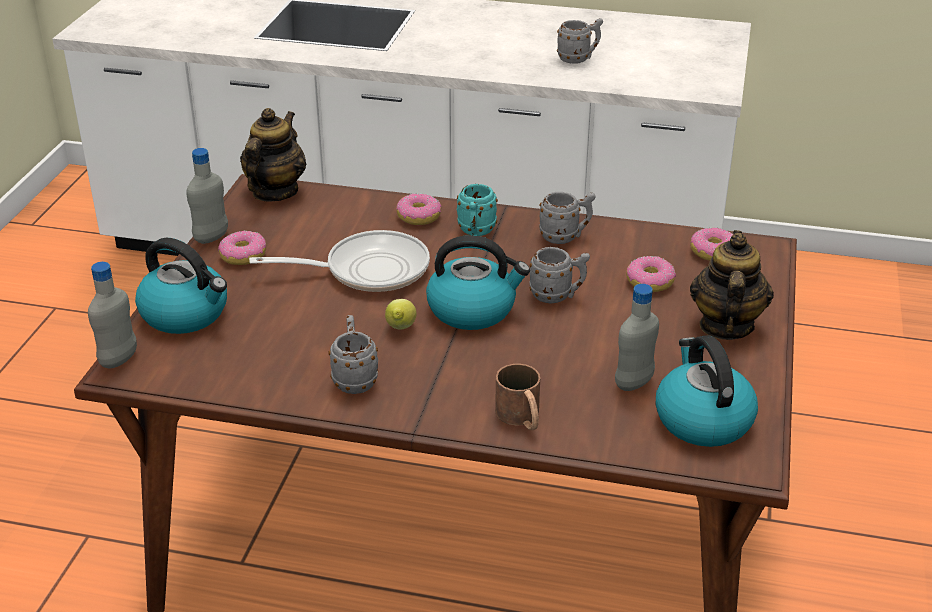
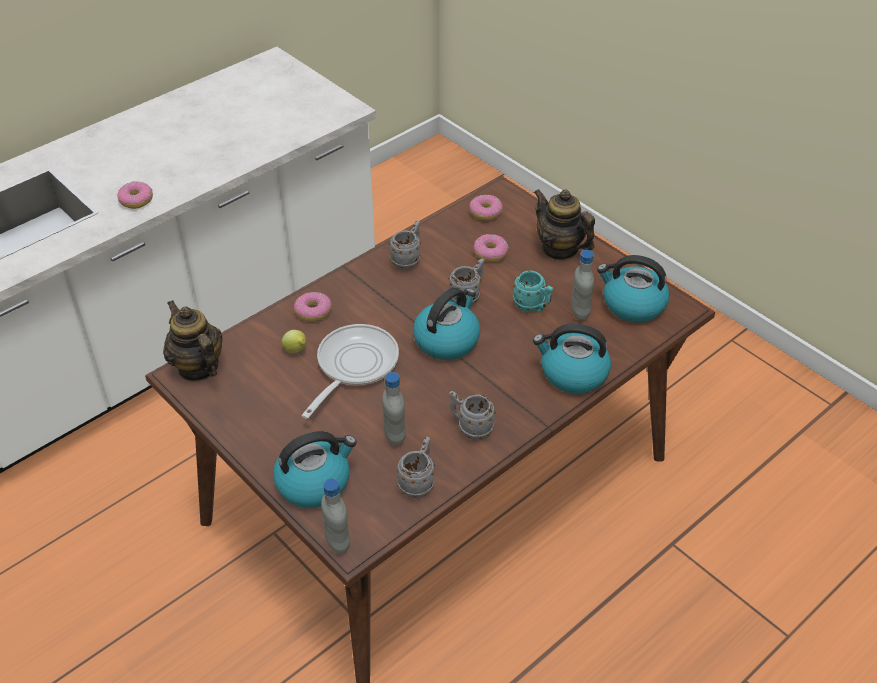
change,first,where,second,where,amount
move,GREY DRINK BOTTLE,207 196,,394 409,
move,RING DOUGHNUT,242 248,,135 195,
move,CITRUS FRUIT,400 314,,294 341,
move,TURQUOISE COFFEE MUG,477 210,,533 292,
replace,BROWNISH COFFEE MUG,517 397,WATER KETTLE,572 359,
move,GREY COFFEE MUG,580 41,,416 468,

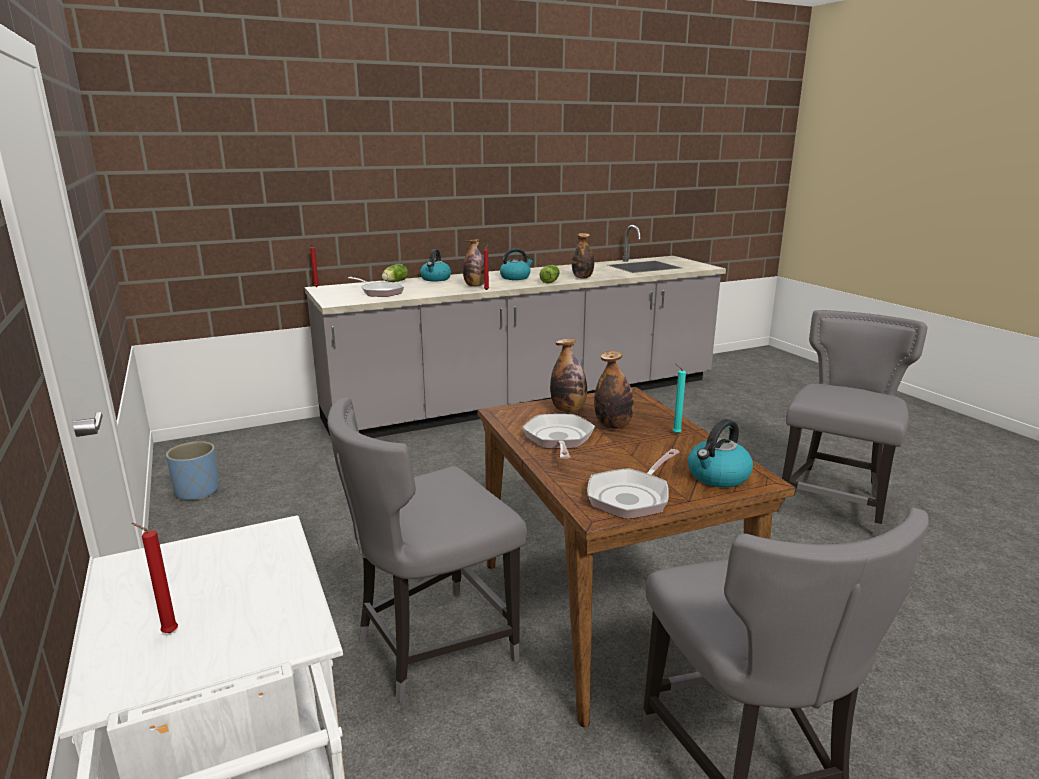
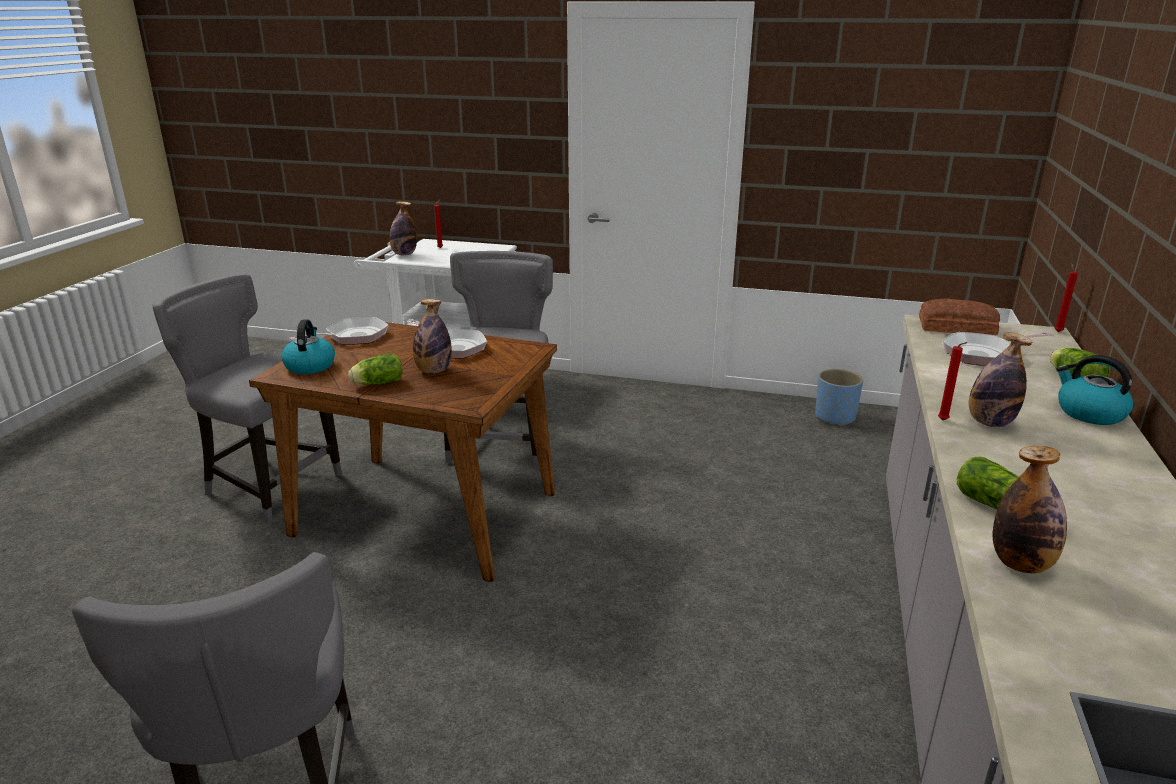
change,first,where,second,where,amount
delete,WATER KETTLE,517 264,,,
move,DRINK BOTTLE,568 375,,403 228,
rotate,PAN,633 484,,339 331,60 degrees clockwise
replace,TURQUOISE WAX CANDLE,679 399,LETTUCE,375 369,
insert,,,BAKED BREAD,959 317,

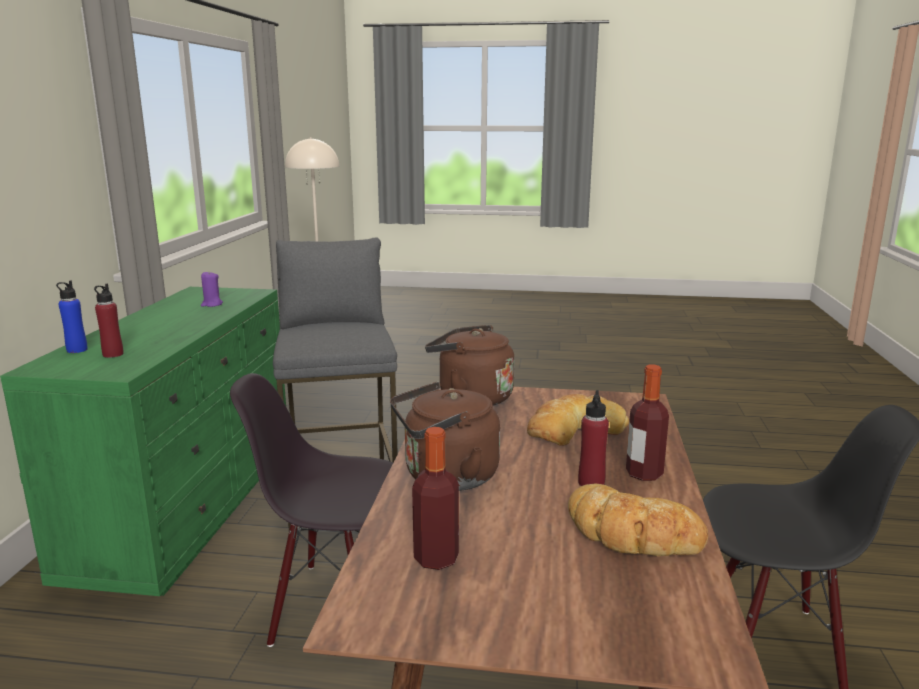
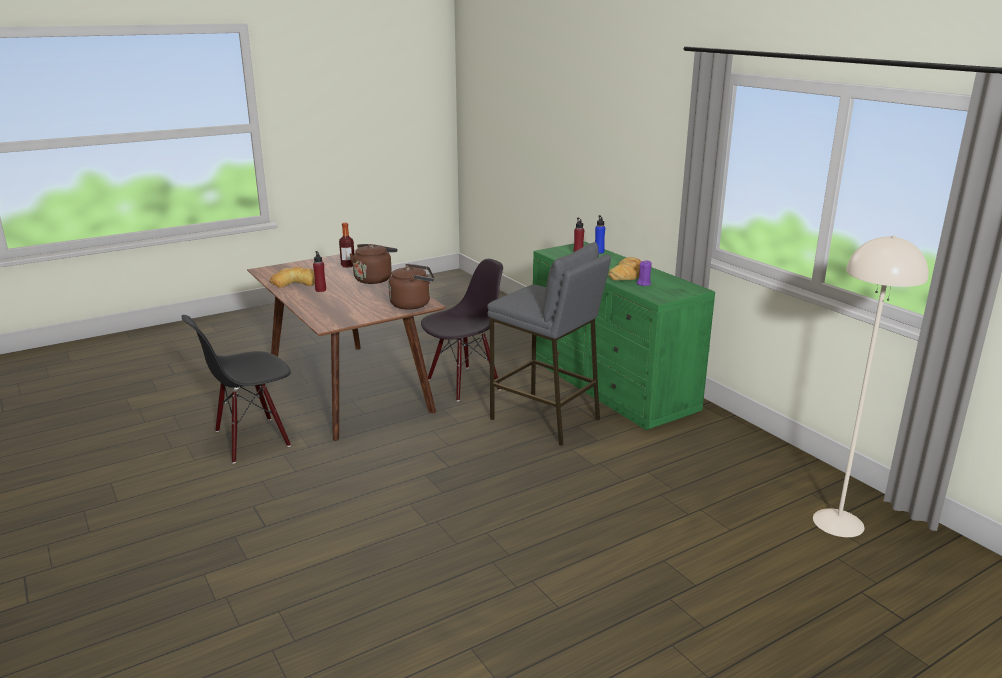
change,first,where,second,where,amount
move,BAKED BREAD,578 420,,624 268,
delete,DRINK BOTTLE,647 423,,,

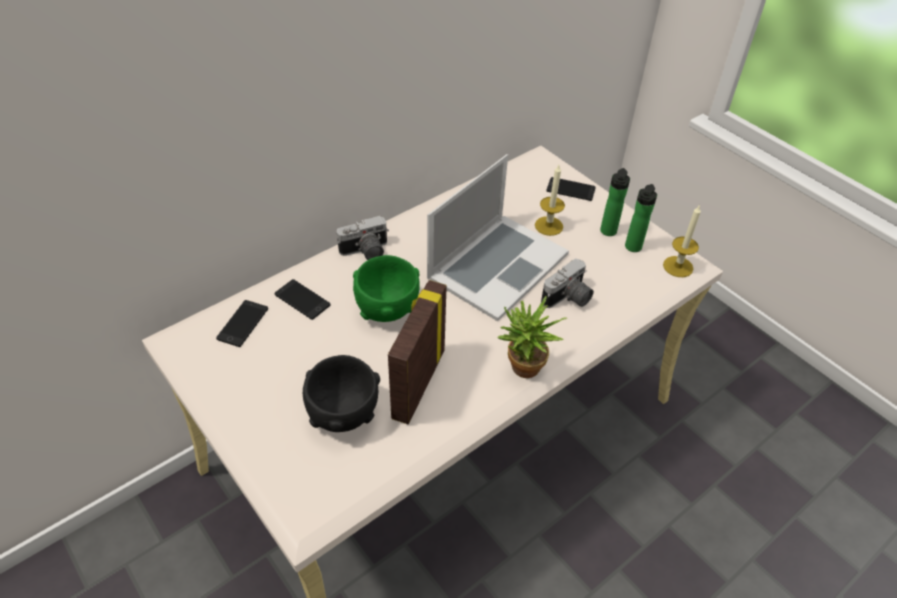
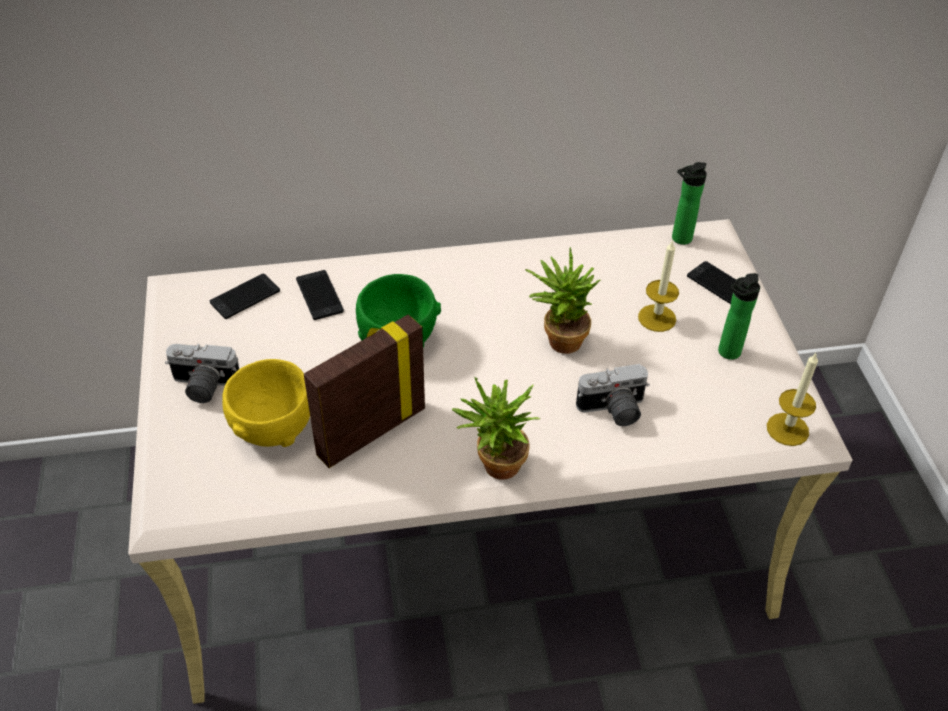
change,first,where,second,where,amount
recolor,BLACKISH SERVING BOWL,341 393,YELLOWISH SERVING BOWL,266 403,
move,STILL CAMERA,363 238,,202 373,
replace,LAPTOP,498 237,PLANT IN A POT,562 300,
move,DRINK BOTTLE,641 218,,689 203,

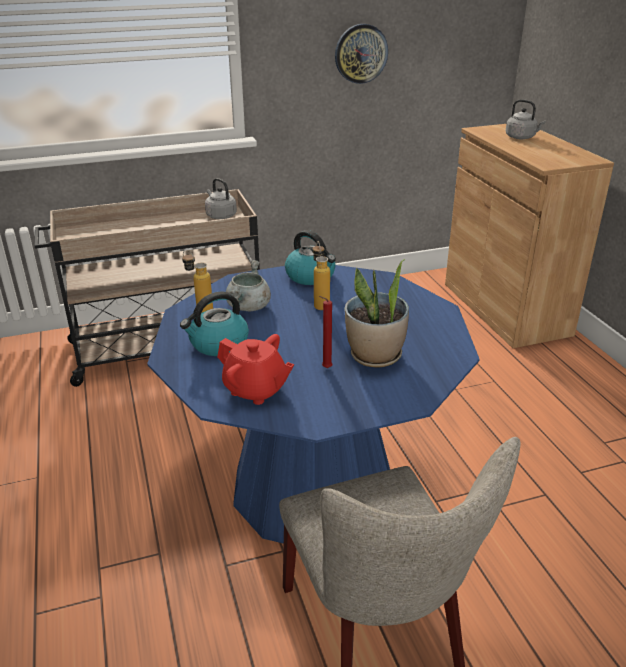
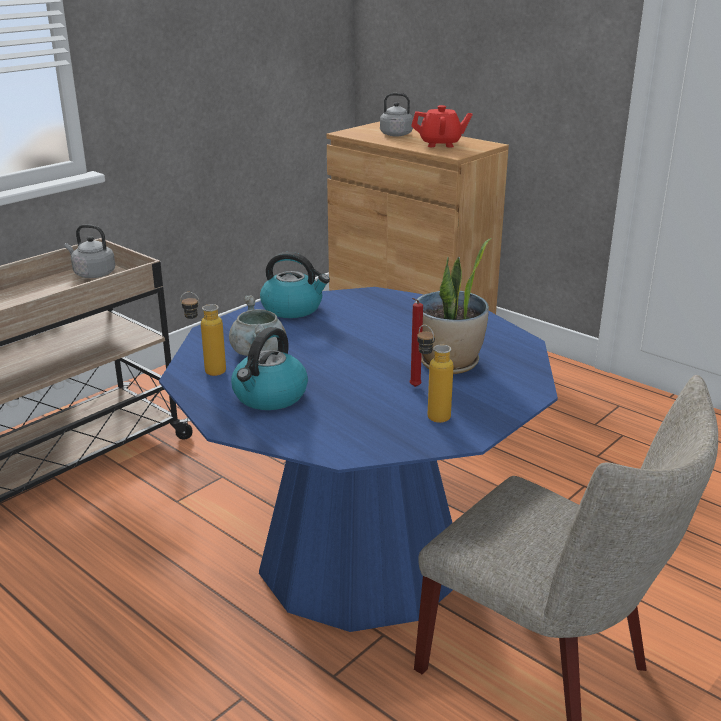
change,first,where,second,where,amount
move,REDDISH POT FOR TEA,255 369,,442 126,
move,DRINK BOTTLE,321 275,,435 374,
delete,HANGING CLOCK,361 54,,,

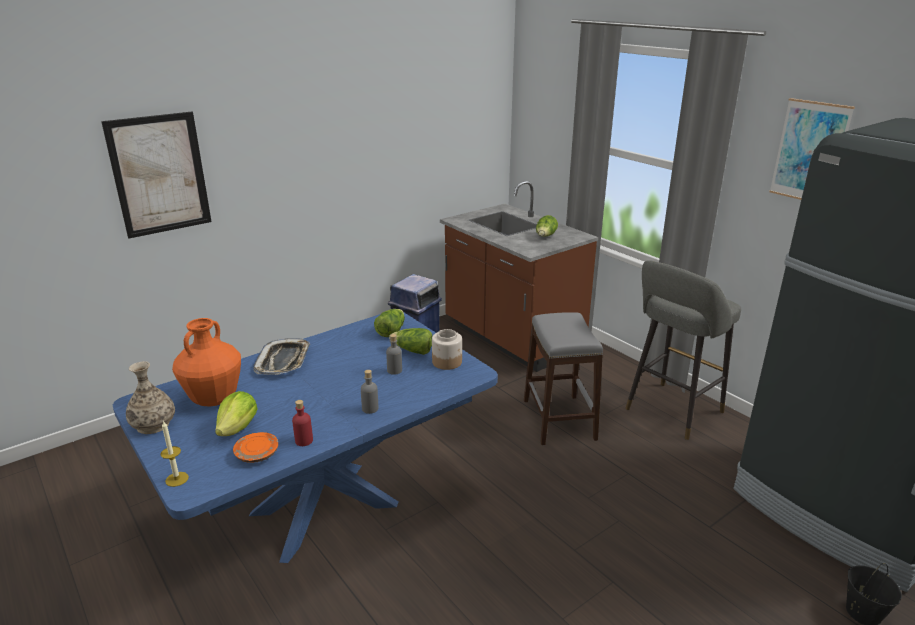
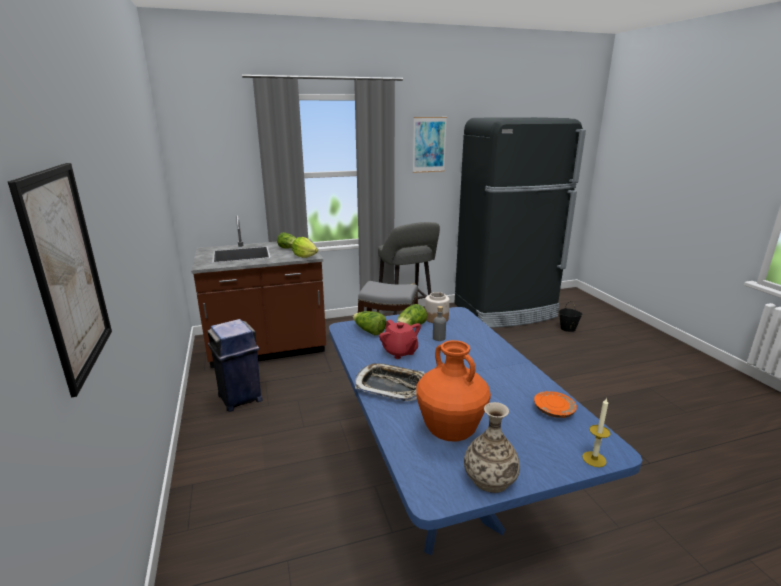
change,first,where,second,where,amount
move,LETTUCE,236 413,,305 247,
delete,REDDISH DRINK BOTTLE,302 423,,,
delete,GREY DRINK BOTTLE,369 392,,,
insert,,,REDDISH POT FOR TEA,400 339,

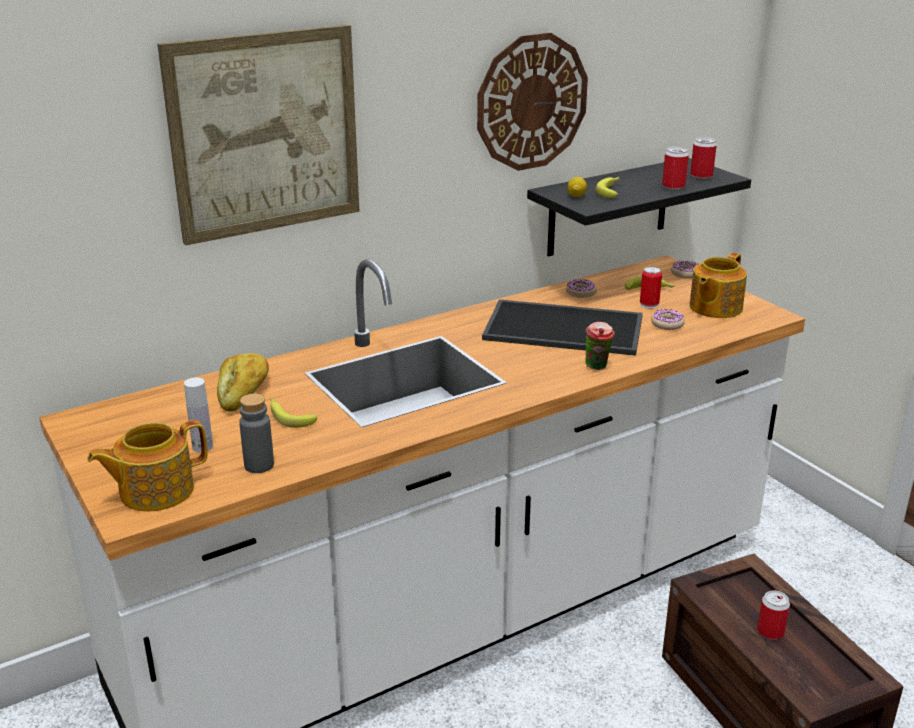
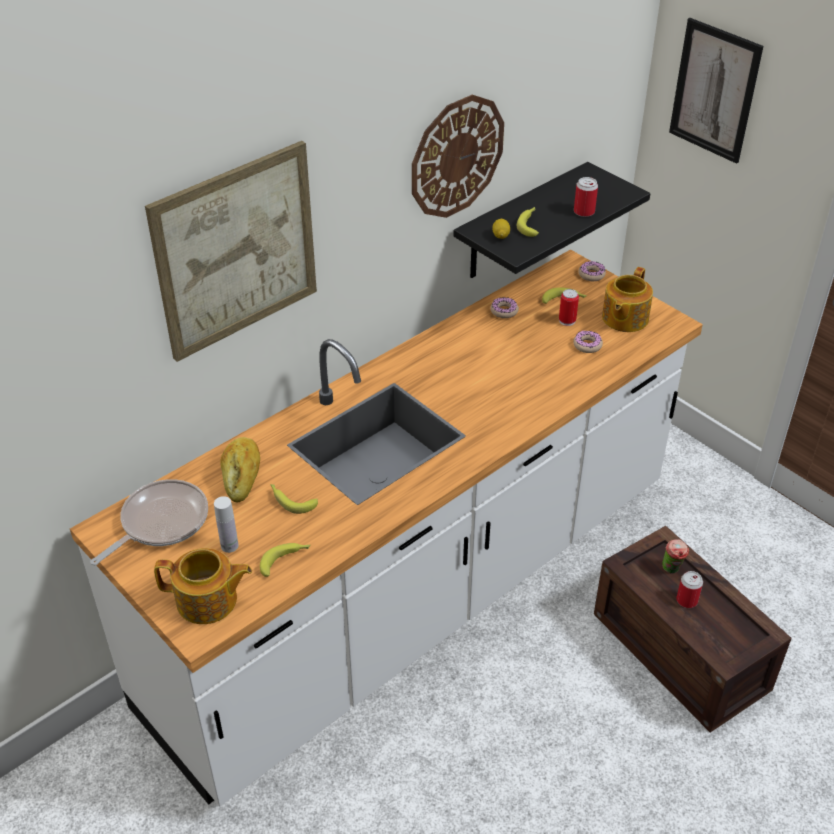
change,first,where,second,where,amount
rotate,POT FOR TEA,147 466,,203 586,135 degrees counterclockwise
replace,GREY DRINK BOTTLE,256 433,BANANA FRUIT,285 560,
delete,TRAY,562 327,,,
move,DRINKING CUP,600 346,,675 556,
delete,METAL CAN,703 158,,,
insert,,,PAN,149 522,
insert,,,PICTURE,716 91,

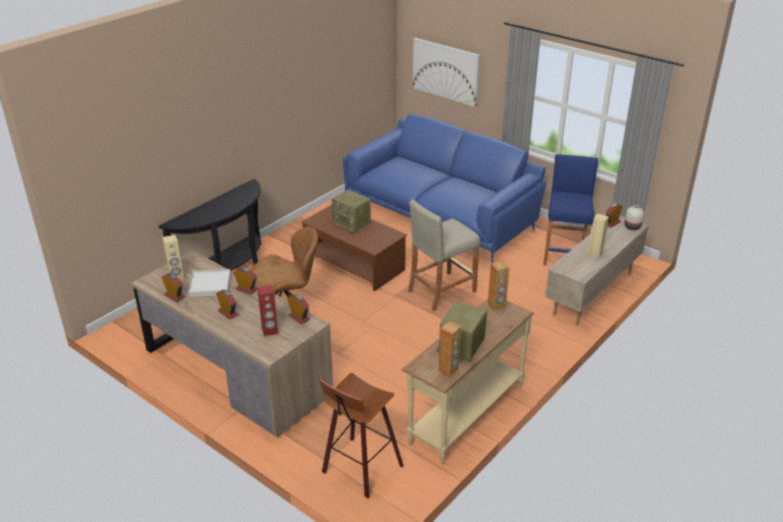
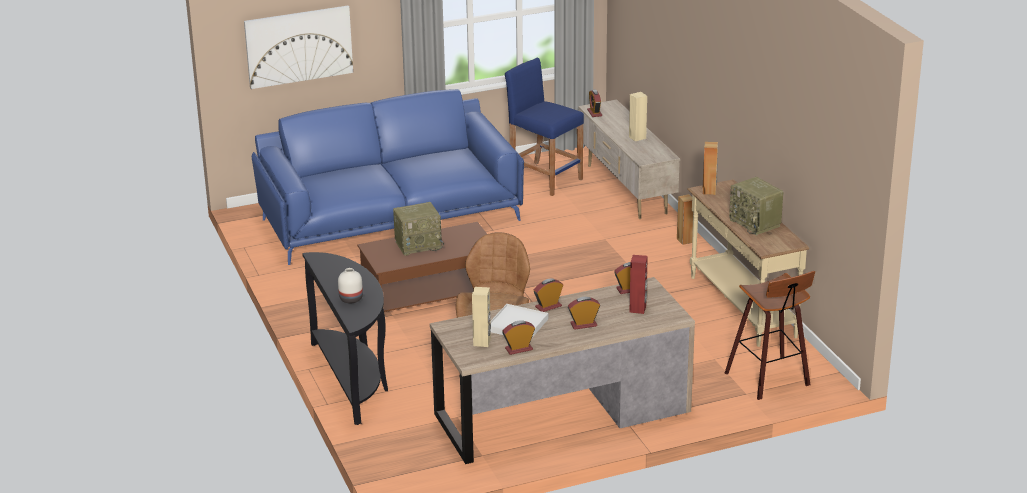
change,first,where,second,where,amount
delete,BEIGE-COLOURED STOOL,444 255,,,
move,BROWNISH SPEAKER,450 349,,685 219,
move,WHITE-COLOURED FLOWER VASE,634 217,,350 285,

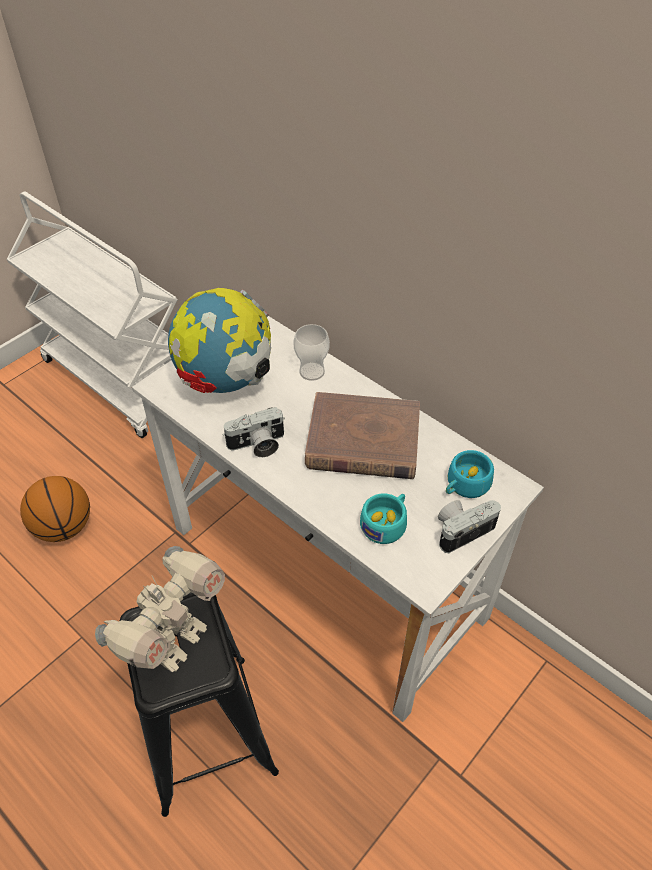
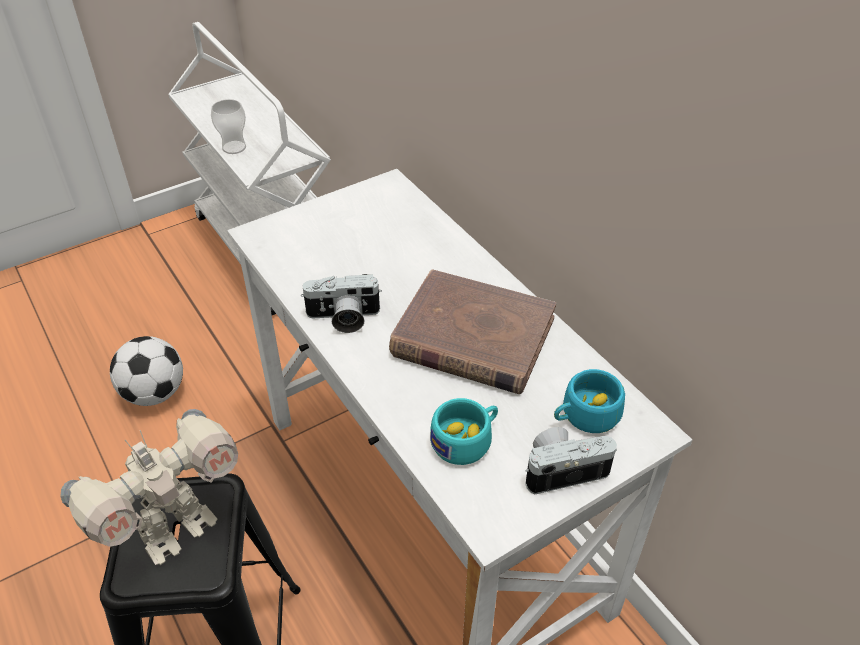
change,first,where,second,where,amount
replace,BALL FOR BASKETBALL,55 509,FOOTBALL,146 371,
delete,WORLD GLOBE,219 340,,,
move,DRINKING CUP,311 352,,228 126,

